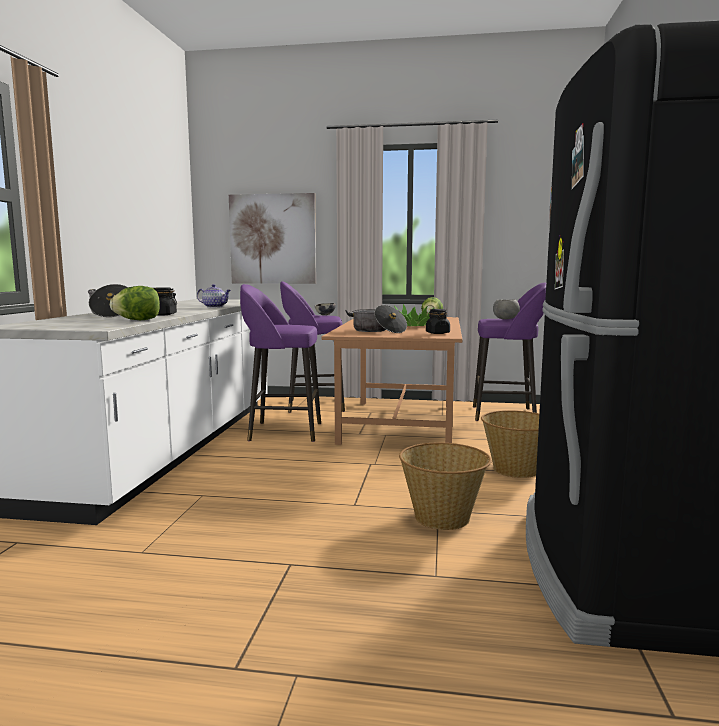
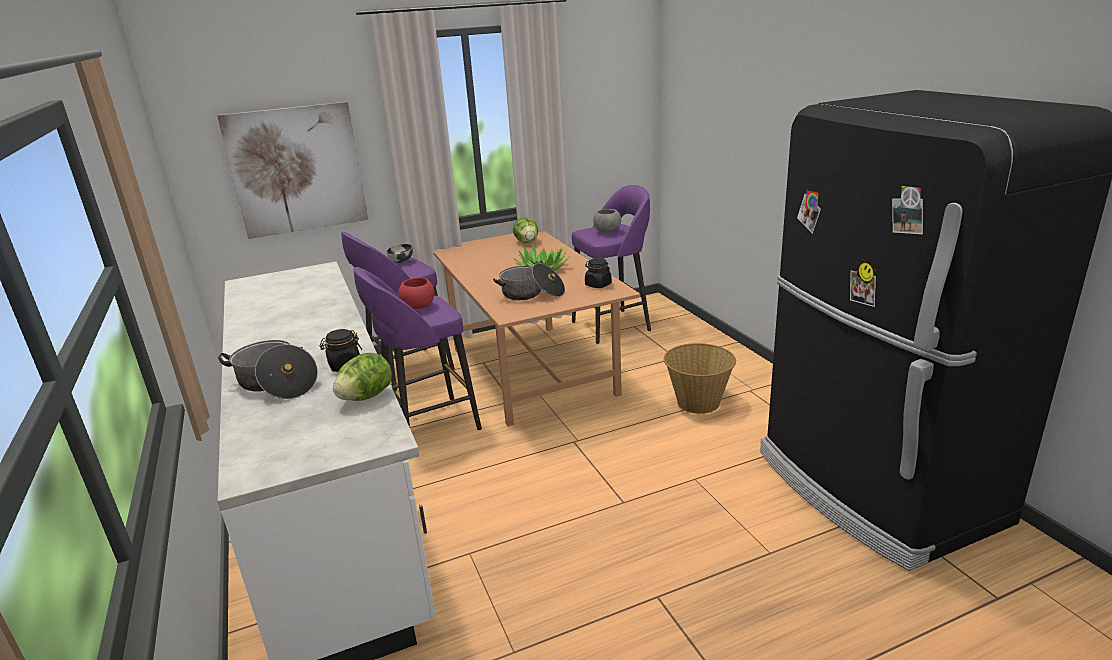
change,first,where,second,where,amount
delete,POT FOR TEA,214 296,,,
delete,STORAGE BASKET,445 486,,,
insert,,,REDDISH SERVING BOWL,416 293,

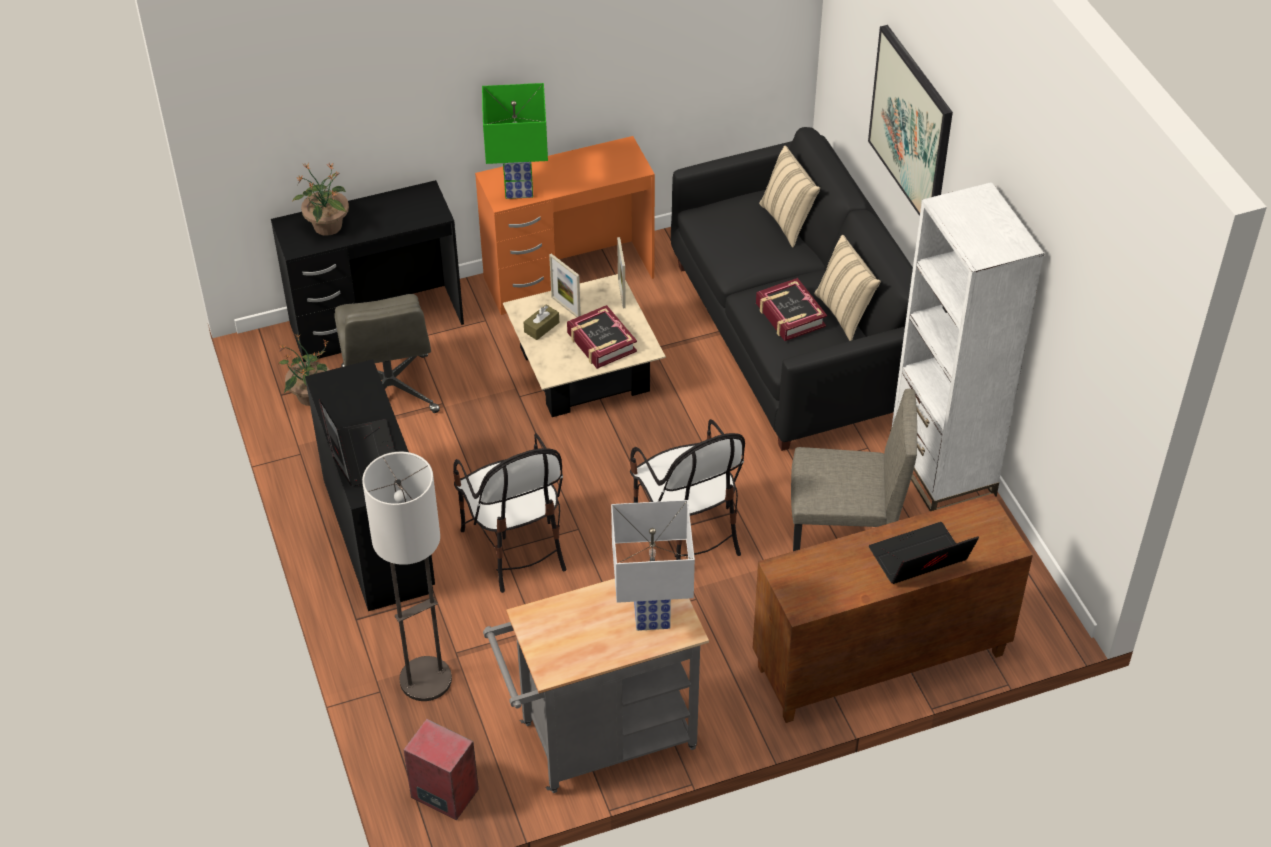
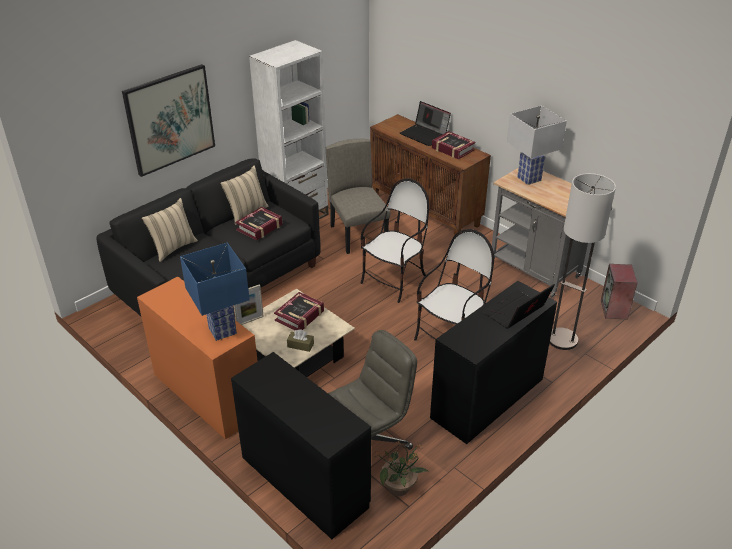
change,first,where,second,where,amount
delete,PLANT IN A POT,321 199,,,
recolor,GREENISH TABLE LAMP,515 141,BLUISH TABLE LAMP,215 291,
delete,STANDING FRAME,565 285,,,
insert,,,BOUND BOOK,453 145,

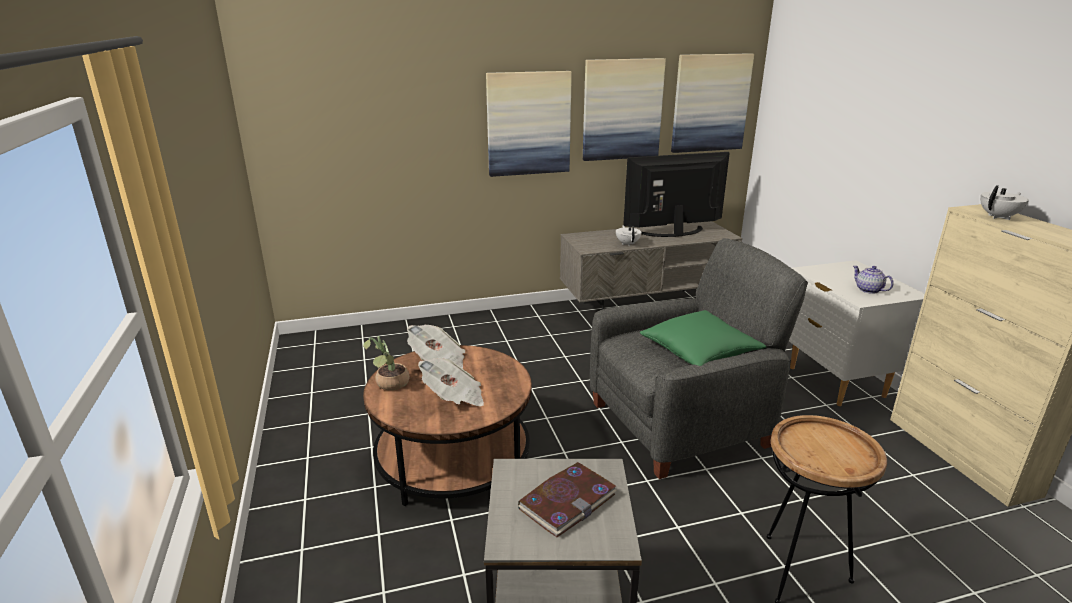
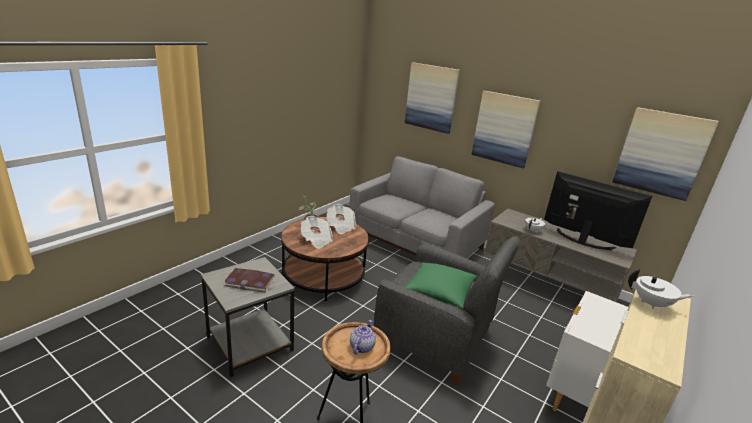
change,first,where,second,where,amount
move,PICTURE,624 109,,432 98,
move,POT FOR TEA,873 280,,363 337,
insert,,,GREY COUCH,422 207,

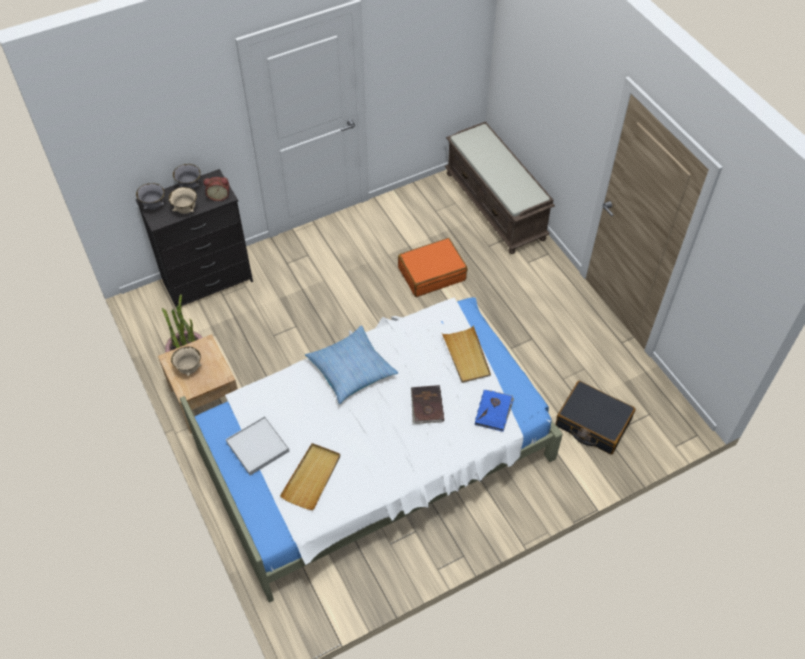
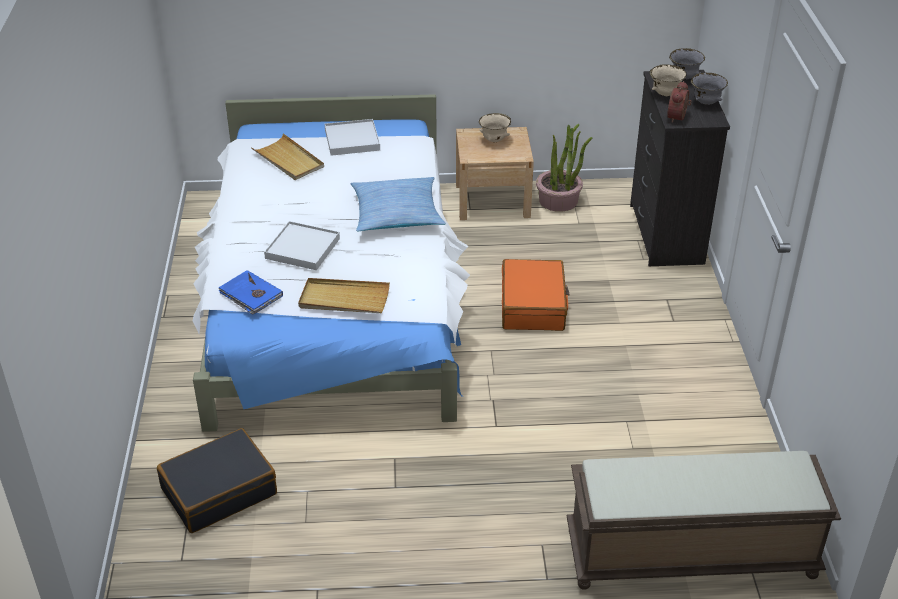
change,first,where,second,where,amount
move,ORANGEY SUITCASE,432 267,,536 295,
replace,BROWNISH BOUND BOOK,427 404,WHITE-COLOURED TRAY,302 245,

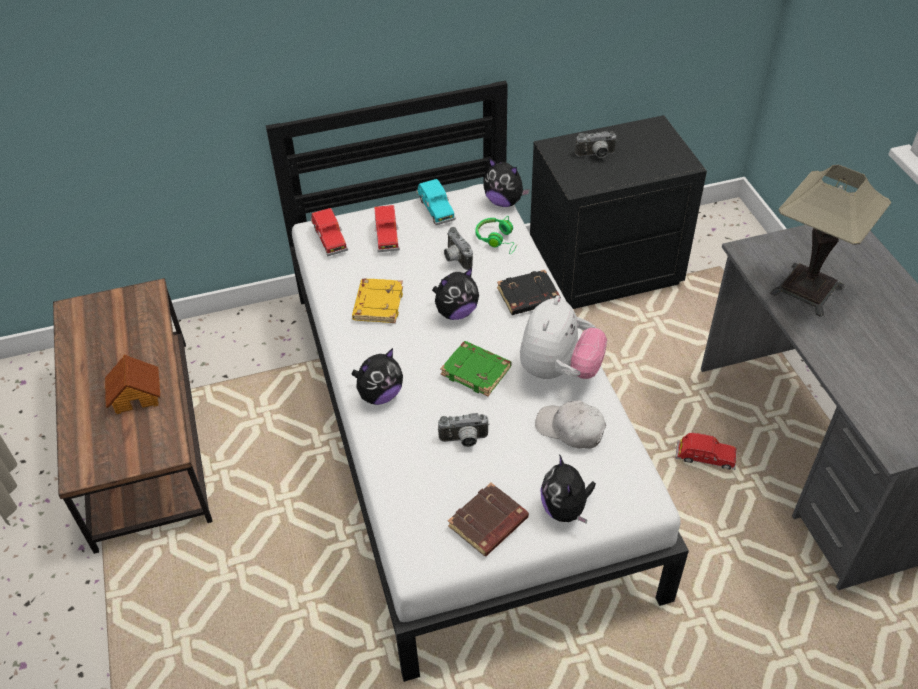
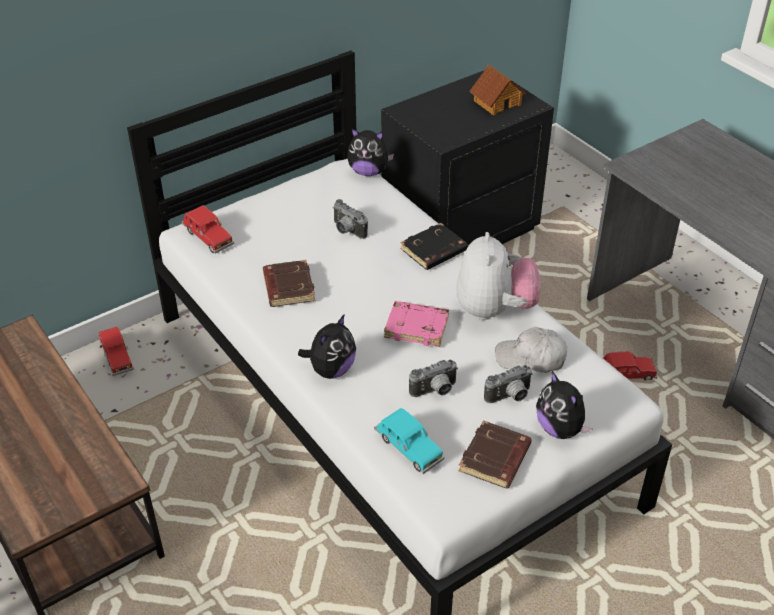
change,first,where,second,where,amount
move,MODEL HOUSE,132 384,,498 89,
recolor,YELLOWISH BOUND BOOK,377 301,BROWNISH BOUND BOOK,289 283,
move,REDDISH MINIATURE CAR,387 228,,116 351,
move,TURQUOISE MINIATURE CAR,436 202,,409 441,
delete,PLUSH TOY,455 294,,,
recolor,GREENISH BOUND BOOK,475 368,PINKISH BOUND BOOK,416 324,
delete,GREENISH HEADPHONES,496 235,,,
move,STILL CAMERA,596 144,,508 384,
delete,TABLE LAMP,830 241,,,

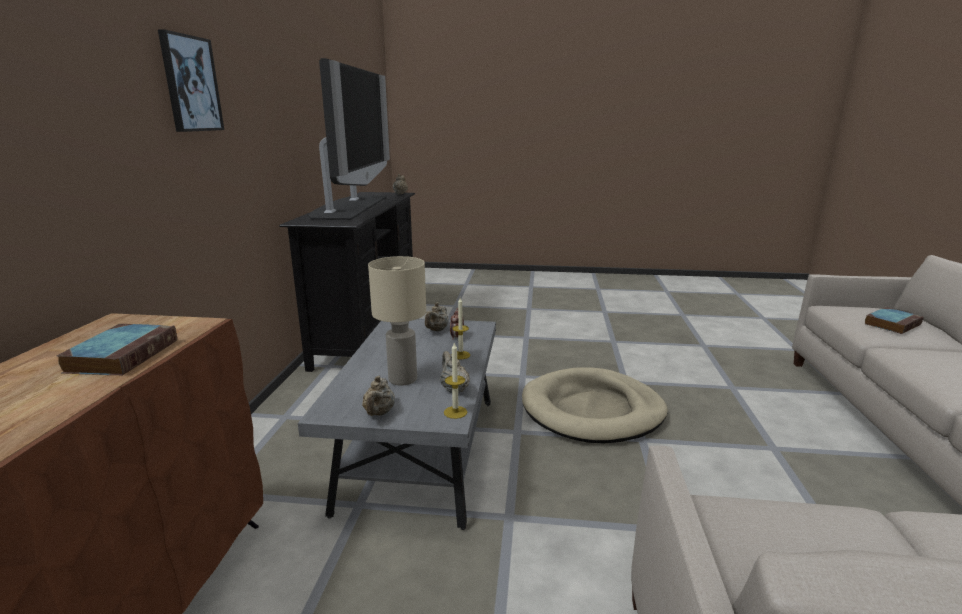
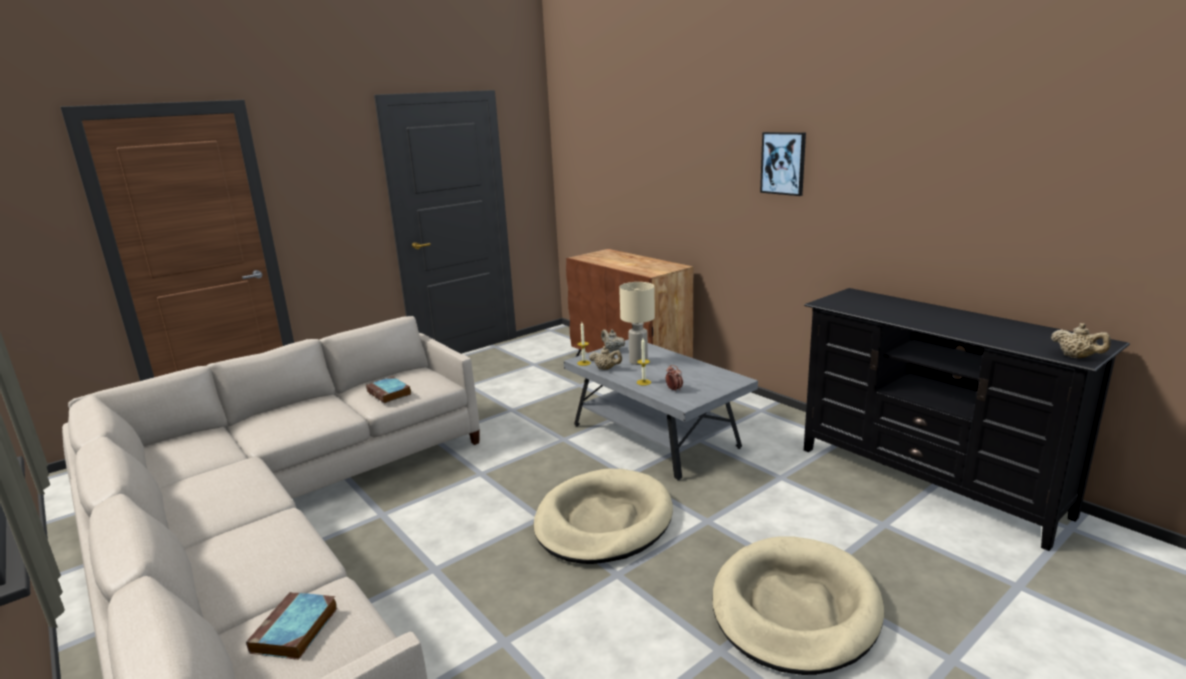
change,first,where,second,where,amount
move,BOUND BOOK,117 350,,388 390,
delete,TV SET,349 139,,,
delete,BEIGE-COLOURED POT FOR TEA,436 317,,,
insert,,,BEIGE-COLOURED DOG BED,798 606,

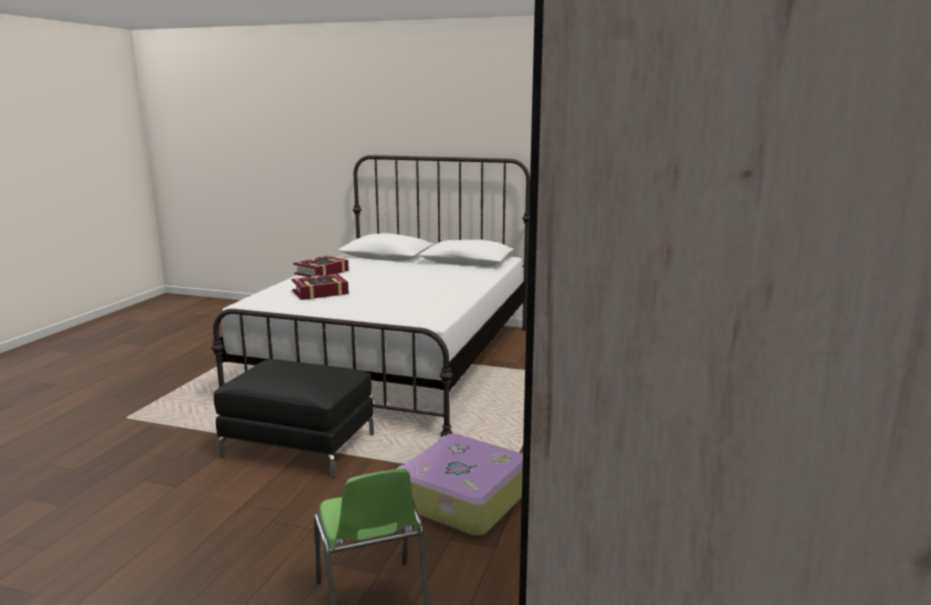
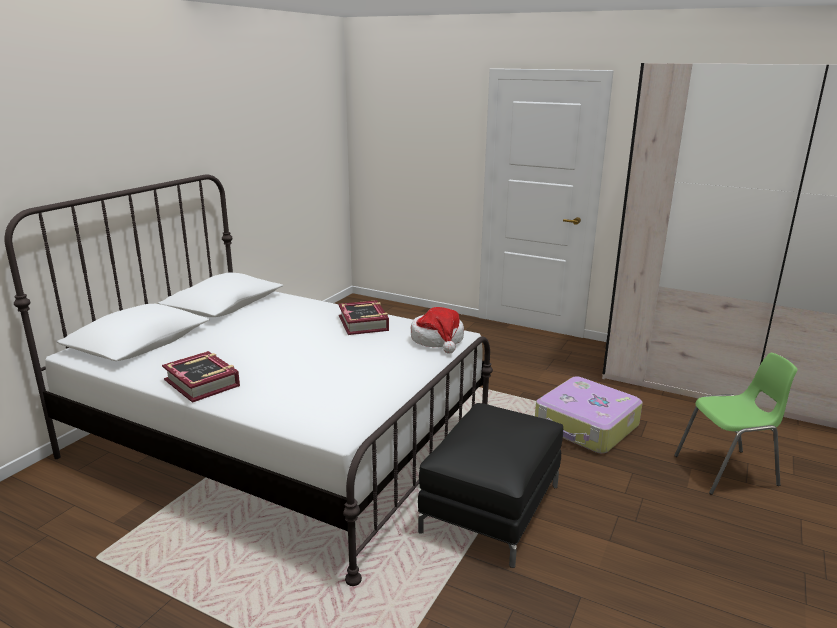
change,first,where,second,where,amount
move,BOUND BOOK,320 287,,363 317,
insert,,,CLOTHING HAT,437 330,

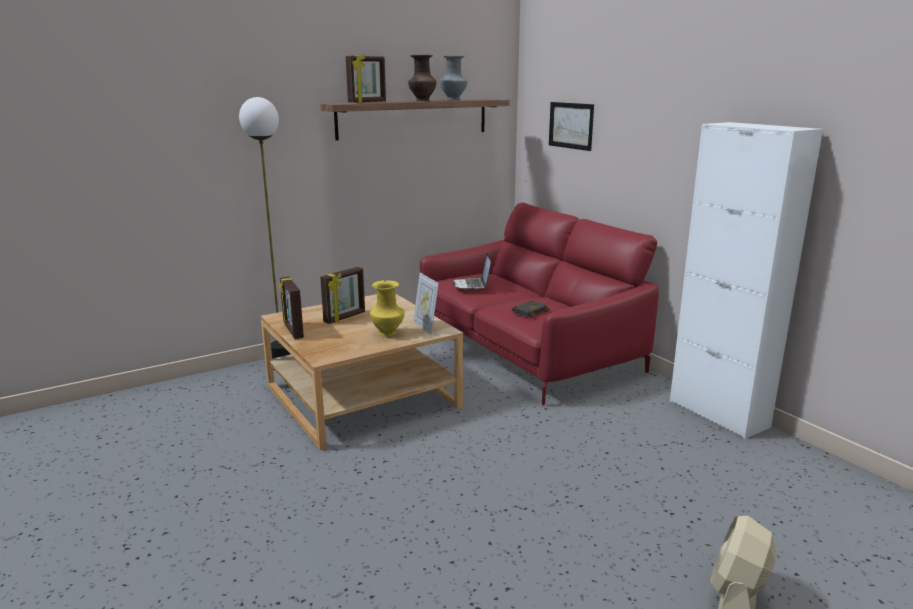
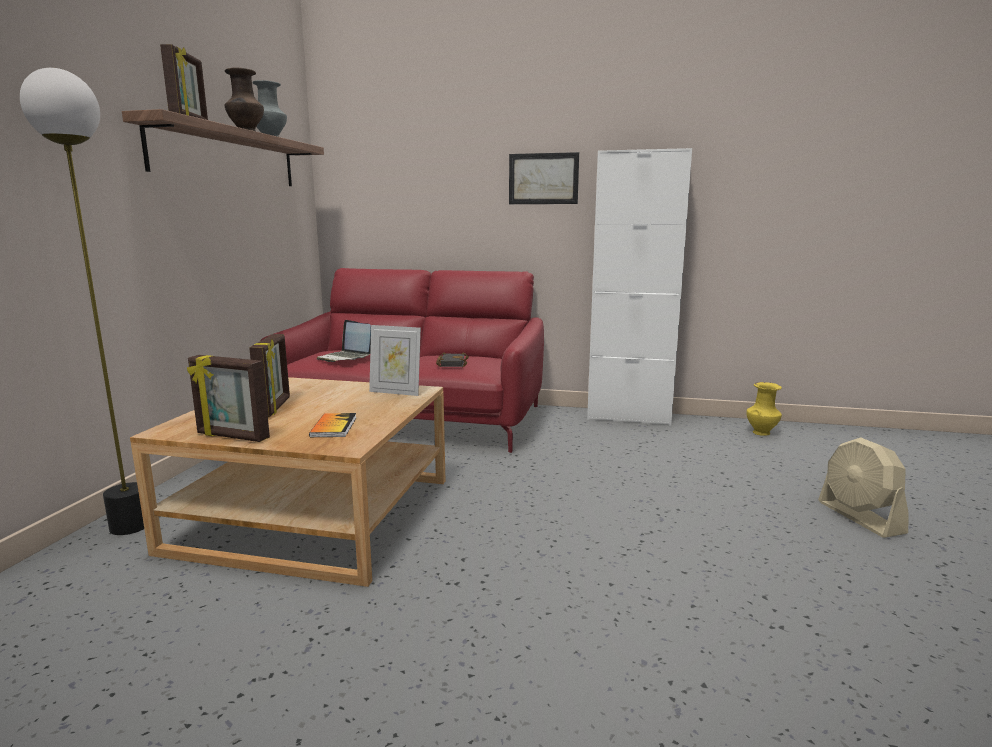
change,first,where,second,where,amount
move,YELLOWISH FLOWER VASE,387 308,,764 409,
move,PICTURE,571 126,,544 178,
insert,,,BOUND BOOK,333 425,

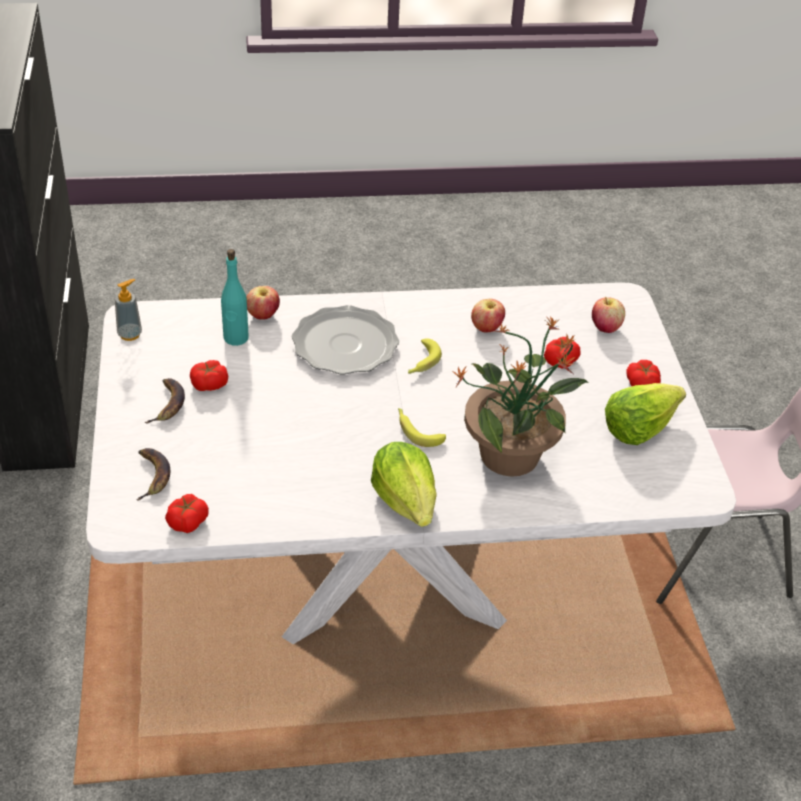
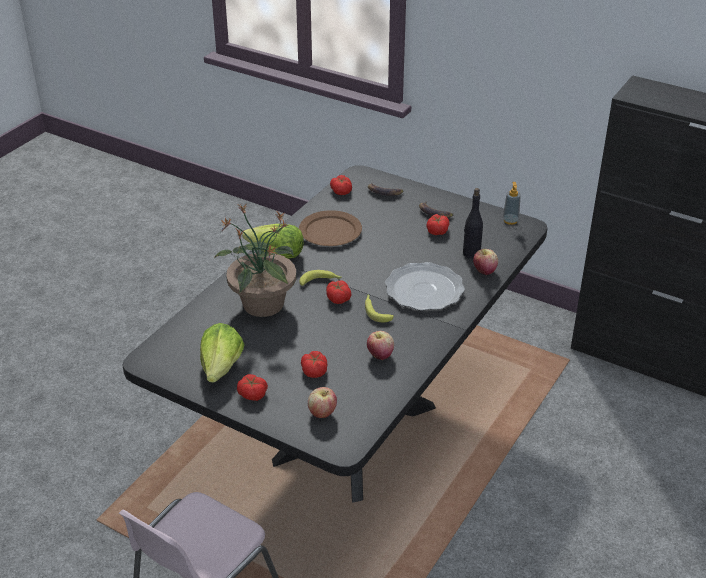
change,first,where,second,where,amount
recolor,WHITE-COLOURED KITCHEN TABLE,411 463,BLACKISH KITCHEN TABLE,335 334,
recolor,TURQUOISE DRINK BOTTLE,235 297,BLACKISH DRINK BOTTLE,473 223,
insert,,,BROWNISH PLATE,330 228,
insert,,,FRESH TOMATO,339 292,

